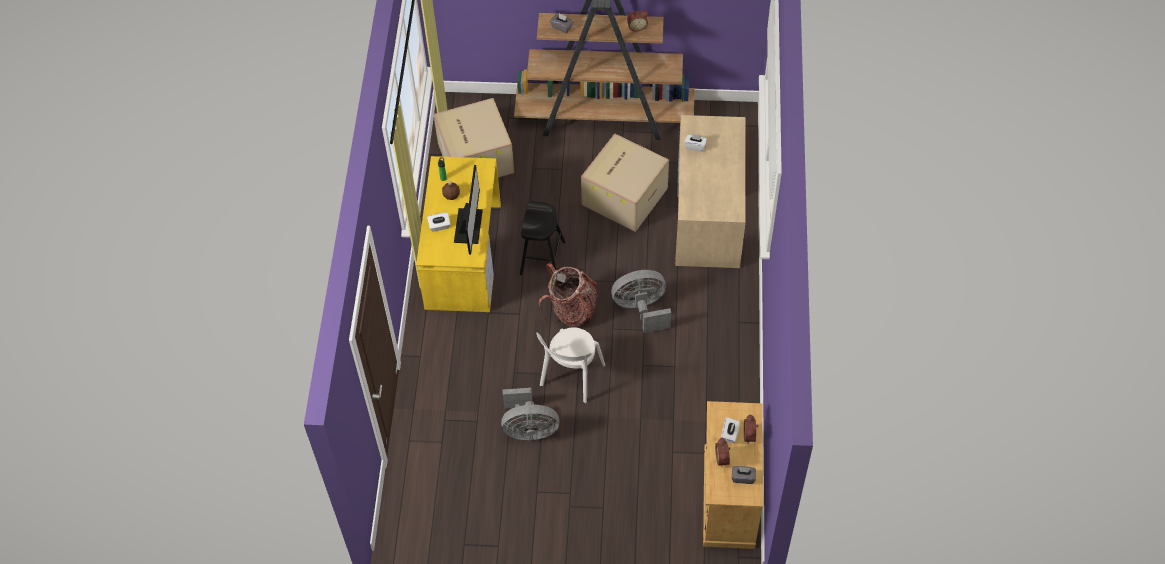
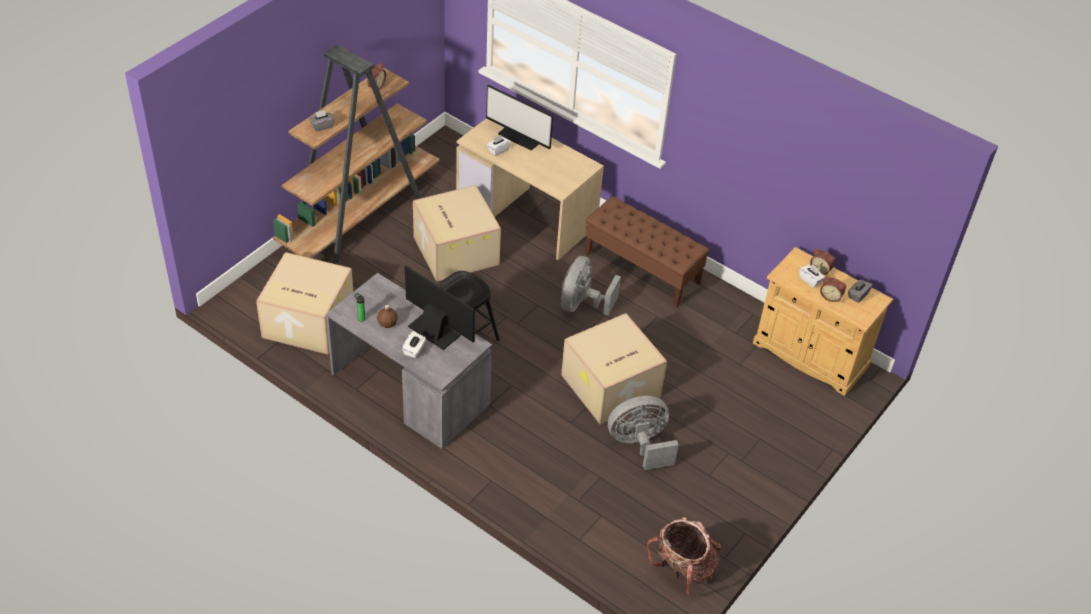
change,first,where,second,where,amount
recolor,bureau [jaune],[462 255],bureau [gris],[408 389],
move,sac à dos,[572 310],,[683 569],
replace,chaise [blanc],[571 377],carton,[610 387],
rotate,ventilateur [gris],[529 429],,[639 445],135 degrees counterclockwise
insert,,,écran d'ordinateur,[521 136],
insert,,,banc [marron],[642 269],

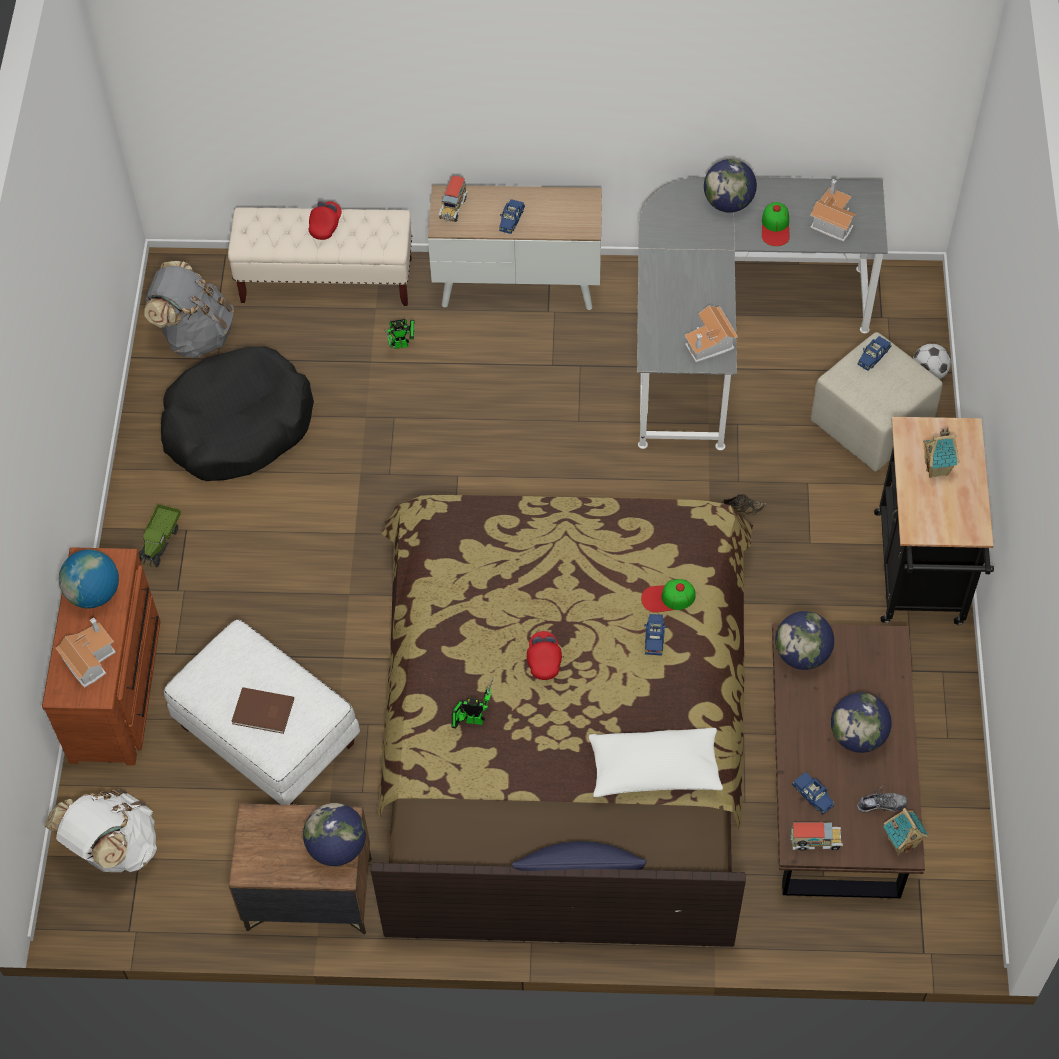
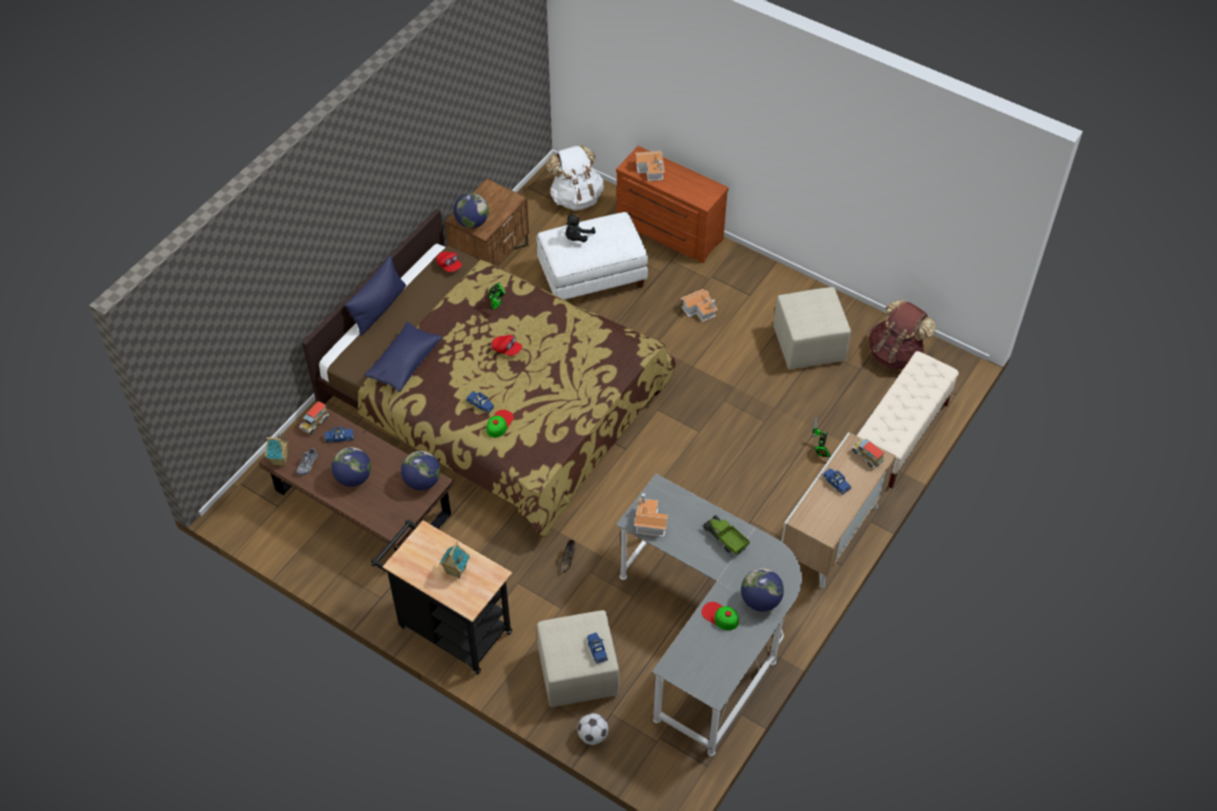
change,first,where,second,where,amount
move,maison miniature,[831 220],,[700 310],
move,casquette [rouge],[325 225],,[449 266],
recolor,sac à dos [gris],[196 334],sac à dos [marron],[895 354],
replace,panier pour chien [noir],[237 426],pouf [beige],[809 345],
move,camion jouet,[160 541],,[725 539],
delete,globe,[94 594],,,
replace,livre [marron],[263 713],peluche [noir],[577 237],
recolor,coussin [blanc],[654 770],coussin [bleu],[404 363],

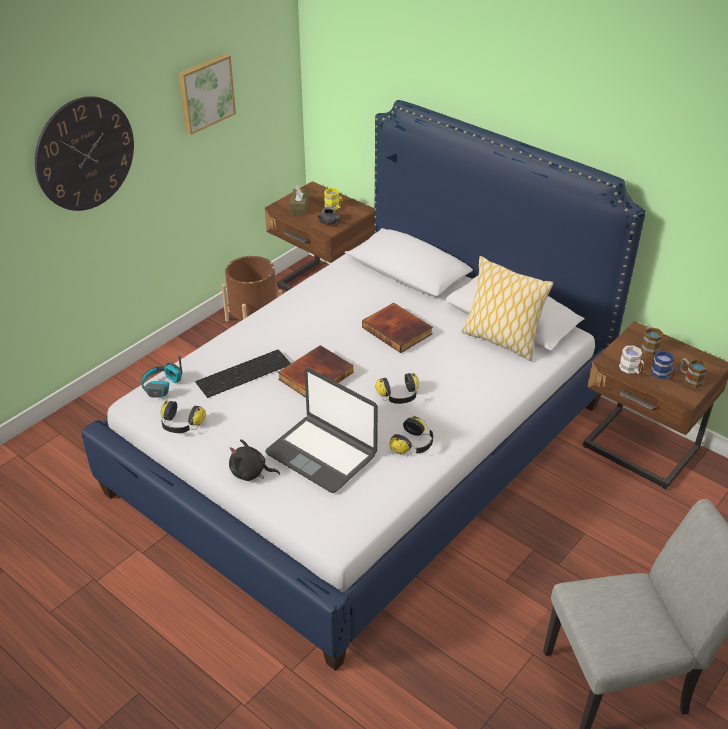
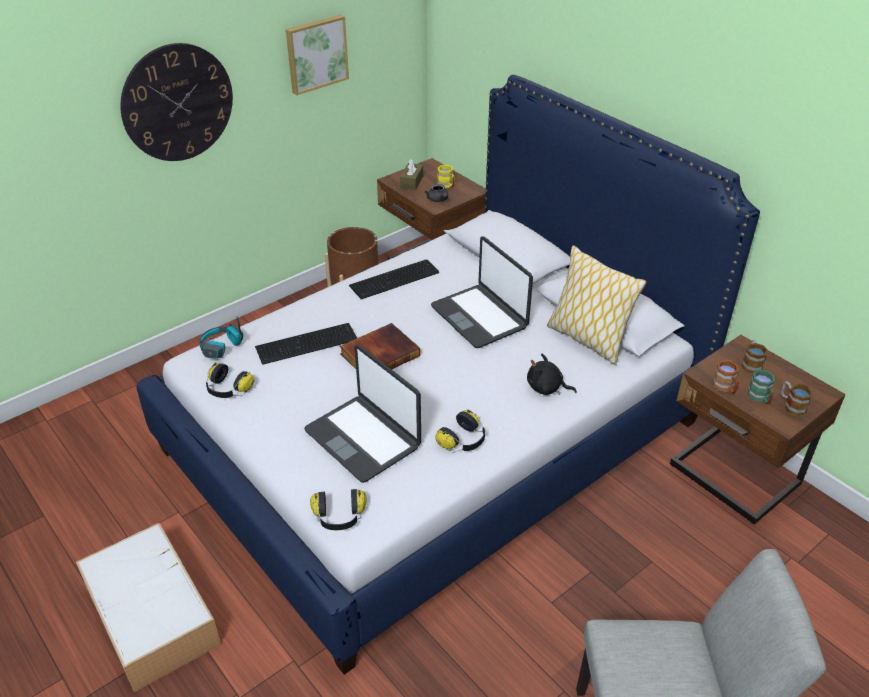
change,first,where,second,where,amount
replace,livre,[398 330],ordinateur portable,[480 317],
recolor,mug [blanc],[631 370],mug [marron],[725 387],
recolor,mug [bleu],[662 375],mug [vert],[760 398],
move,casque audio,[399 396],,[339 517],
move,peluche [noir],[250 473],,[546 388],
insert,,,clavier,[396 279],
insert,,,boîte de rangement,[150 613],

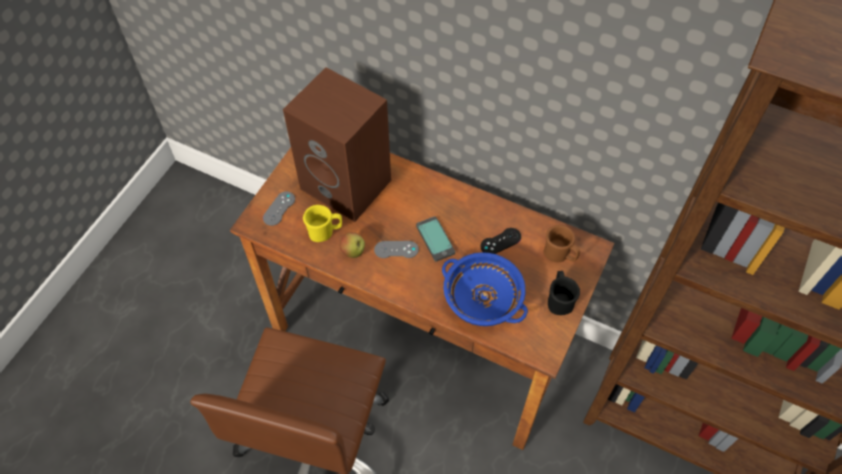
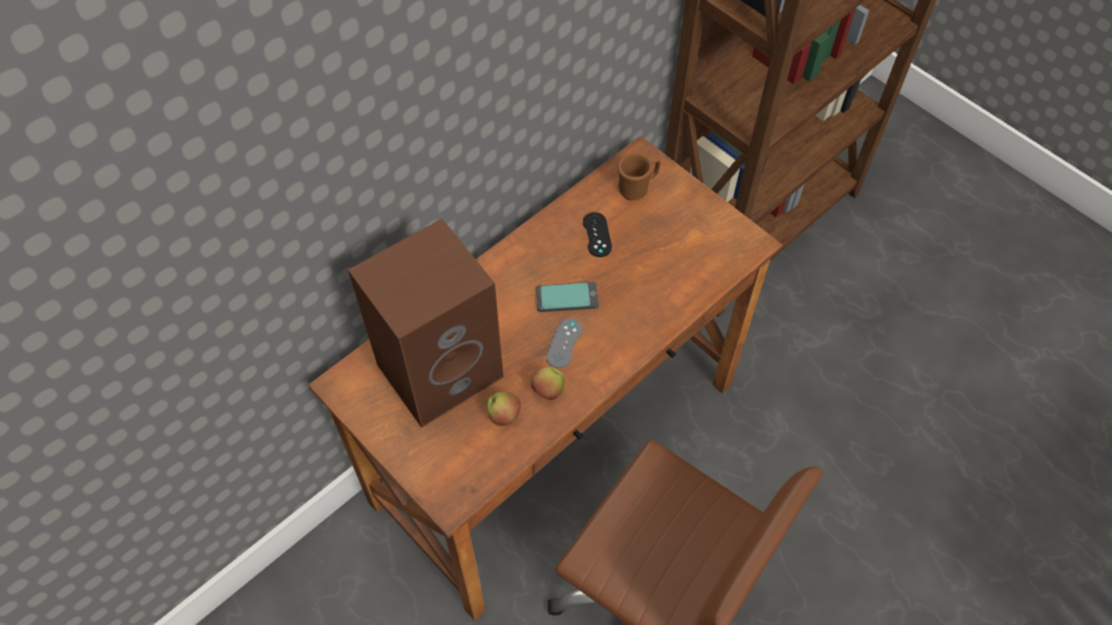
change,first,where,second,where,amount
delete,manette [gris],[279 208],,,
replace,mug [jaune],[325 232],pomme,[504 416],
delete,bol [bleu],[482 299],,,
delete,mug [noir],[559 300],,,

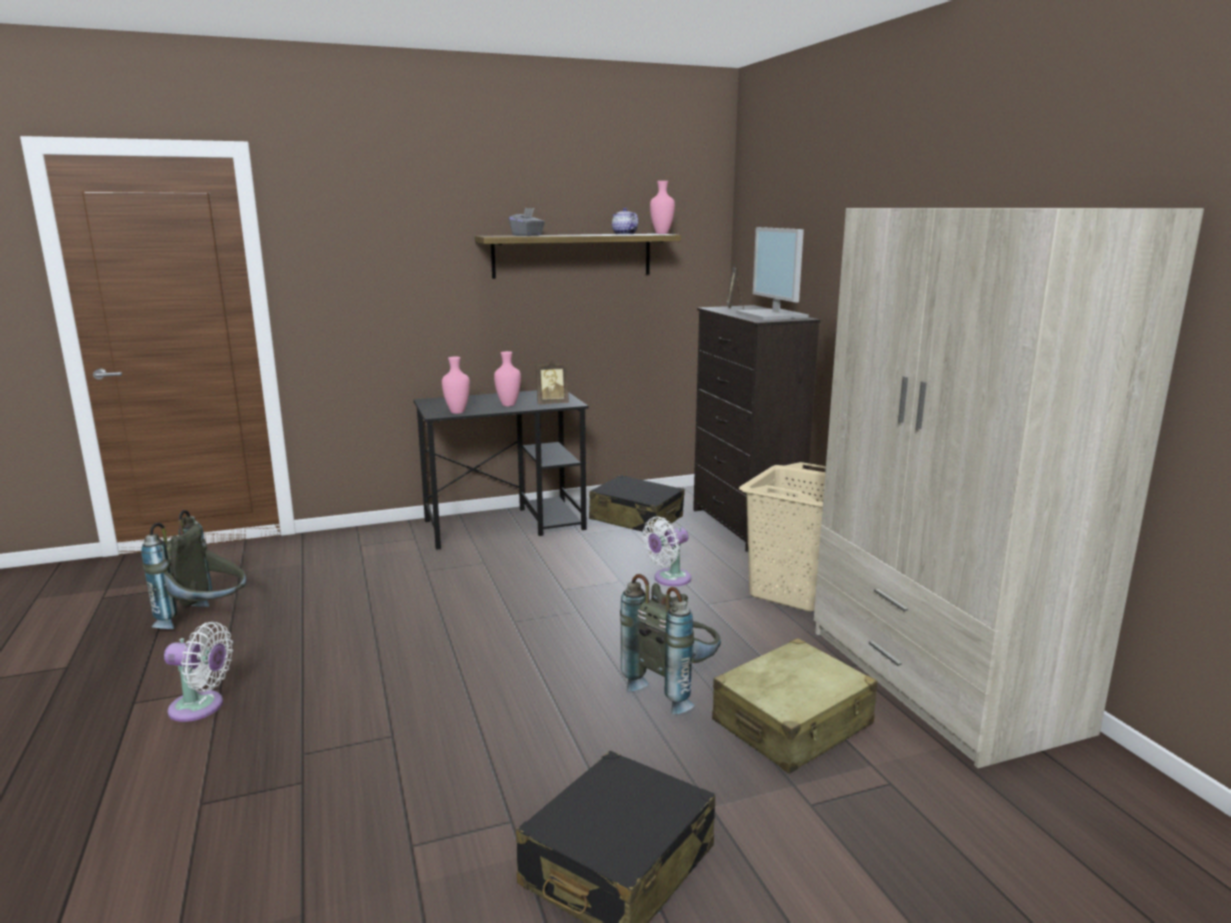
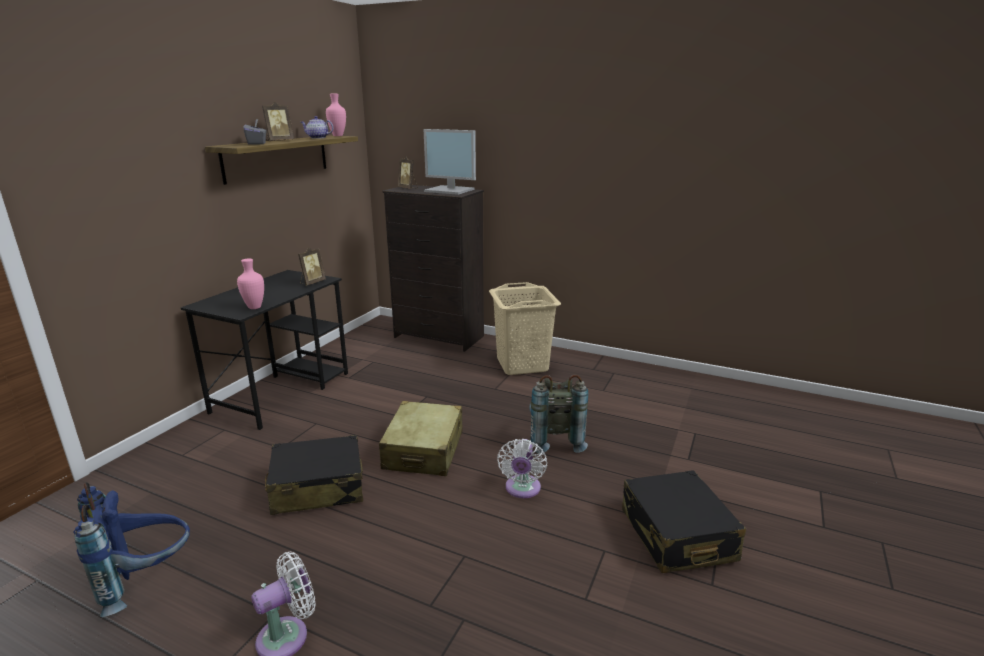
change,first,where,second,where,amount
delete,armoire [beige],[940 680],,,
delete,vase [rose],[508 405],,,
move,valise [noir],[636 519],,[317 487],
recolor,sac à dos [gris],[207 620],sac à dos [bleu],[146 580],
move,ventilateur [blanc],[669 579],,[522 489],
move,valise [beige],[792 724],,[424 450],
insert,,,cadre photo,[279 141],

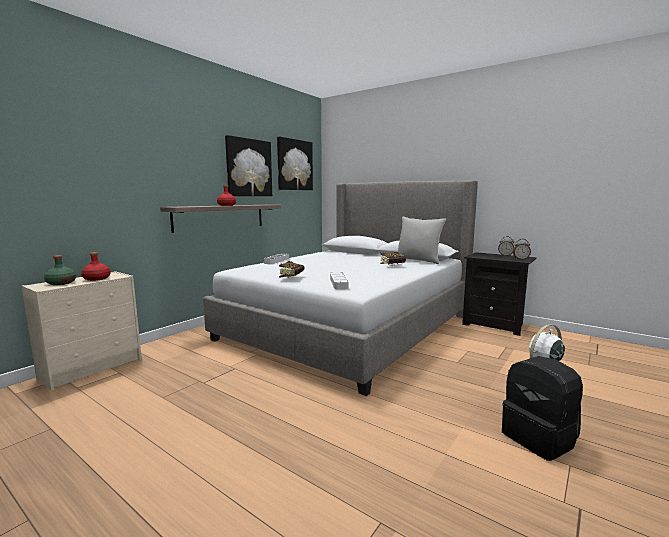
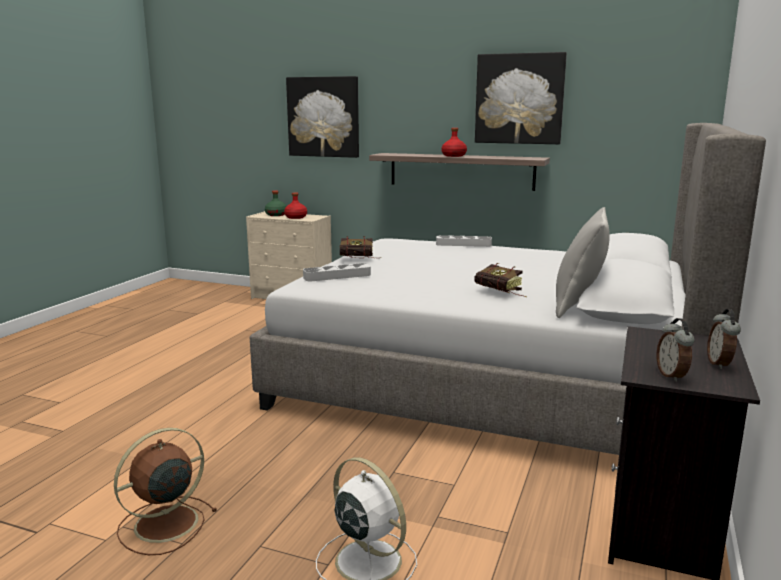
change,first,where,second,where,amount
move,tableau,[294 165],,[323 117],
replace,sac à dos [noir],[539 438],ventilateur [marron],[163 525],

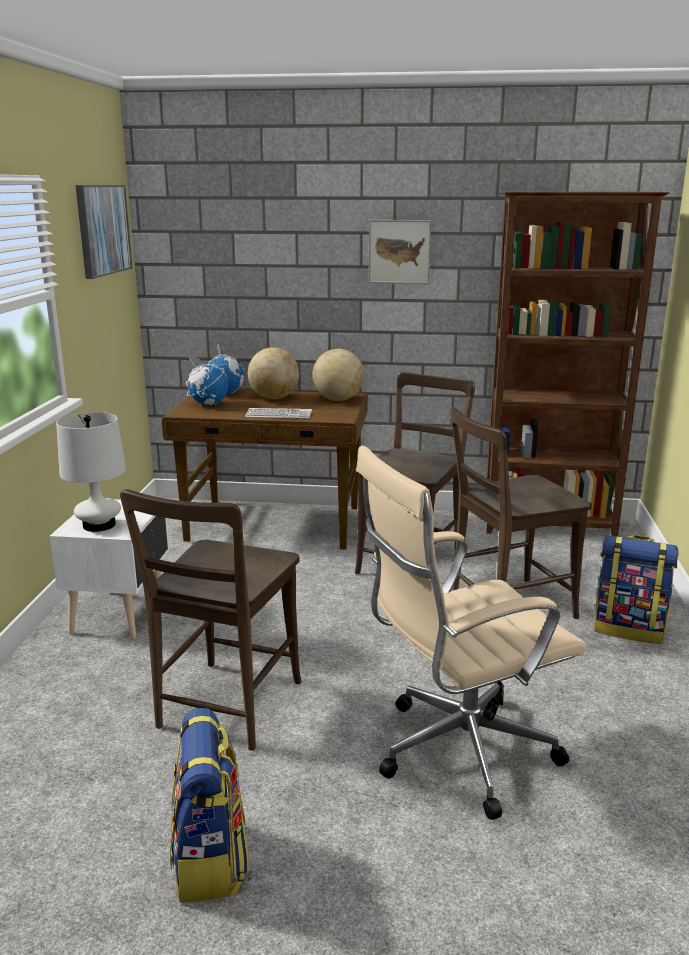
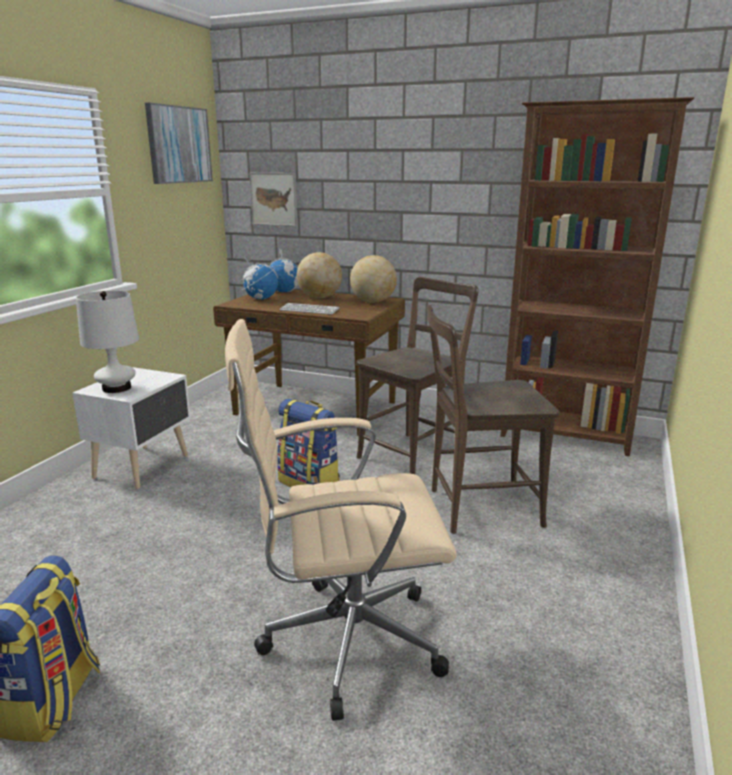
change,first,where,second,where,amount
move,tableau,[399 252],,[273 199],
delete,chaise [marron],[226 709],,,
move,sac à dos,[629 629],,[310 483],

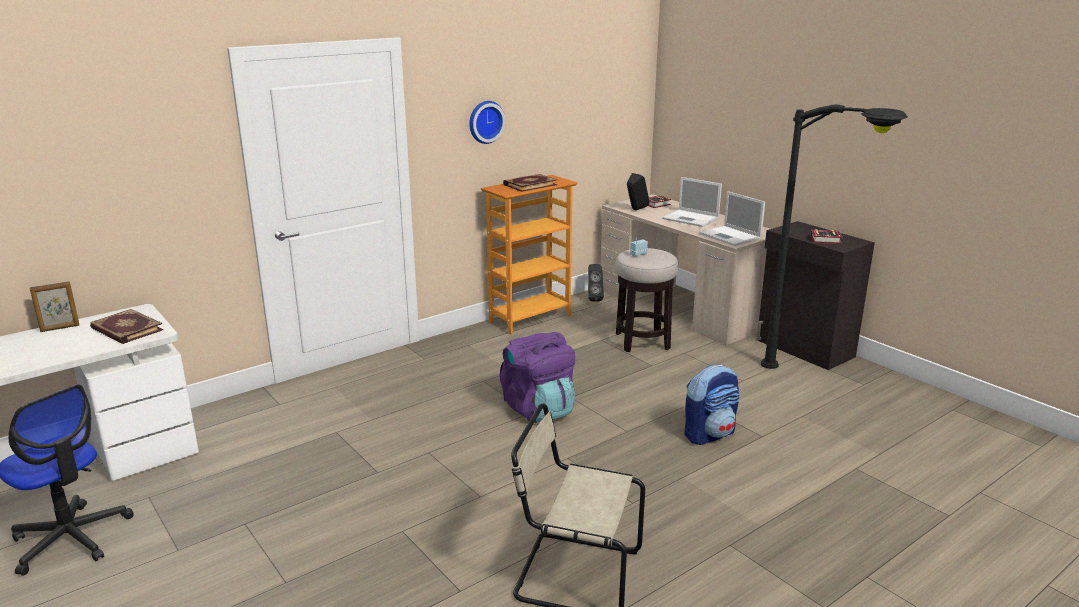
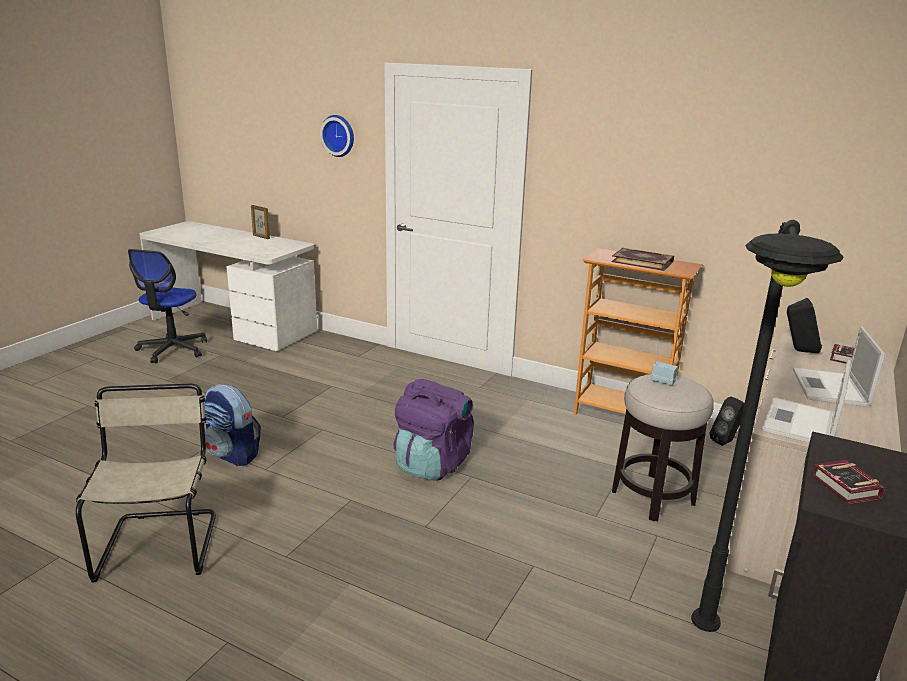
change,first,where,second,where,amount
move,horloge murale,[485 121],,[339 135],
delete,livre,[126 330],,,
move,sac à dos,[709 434],,[233 454],

